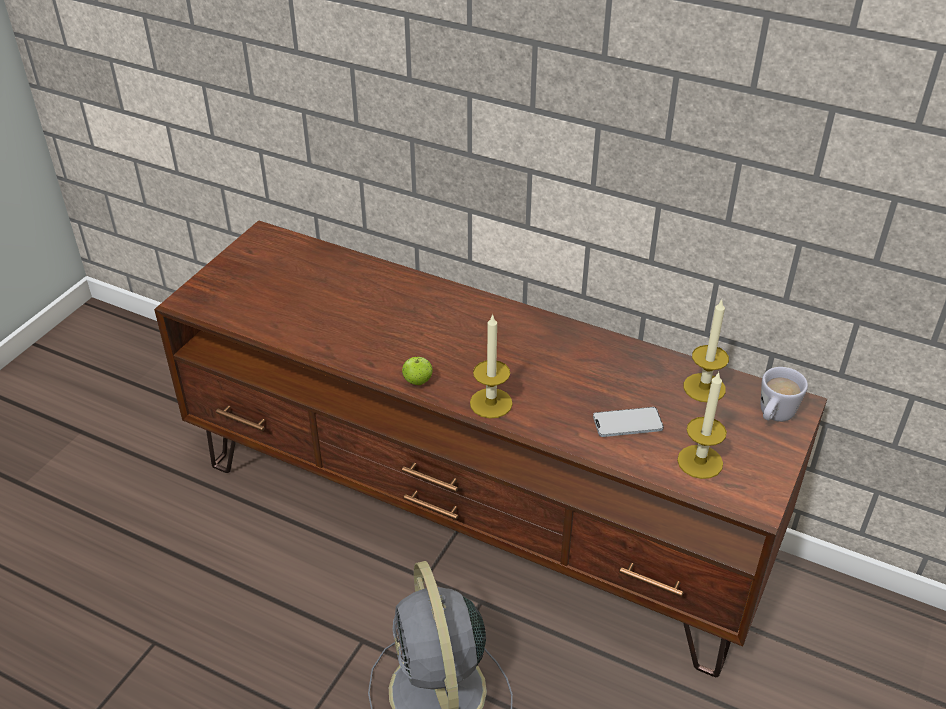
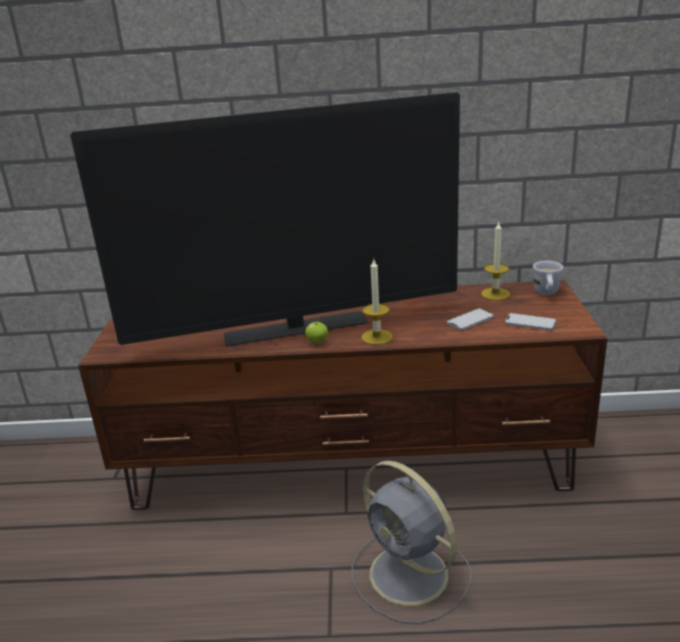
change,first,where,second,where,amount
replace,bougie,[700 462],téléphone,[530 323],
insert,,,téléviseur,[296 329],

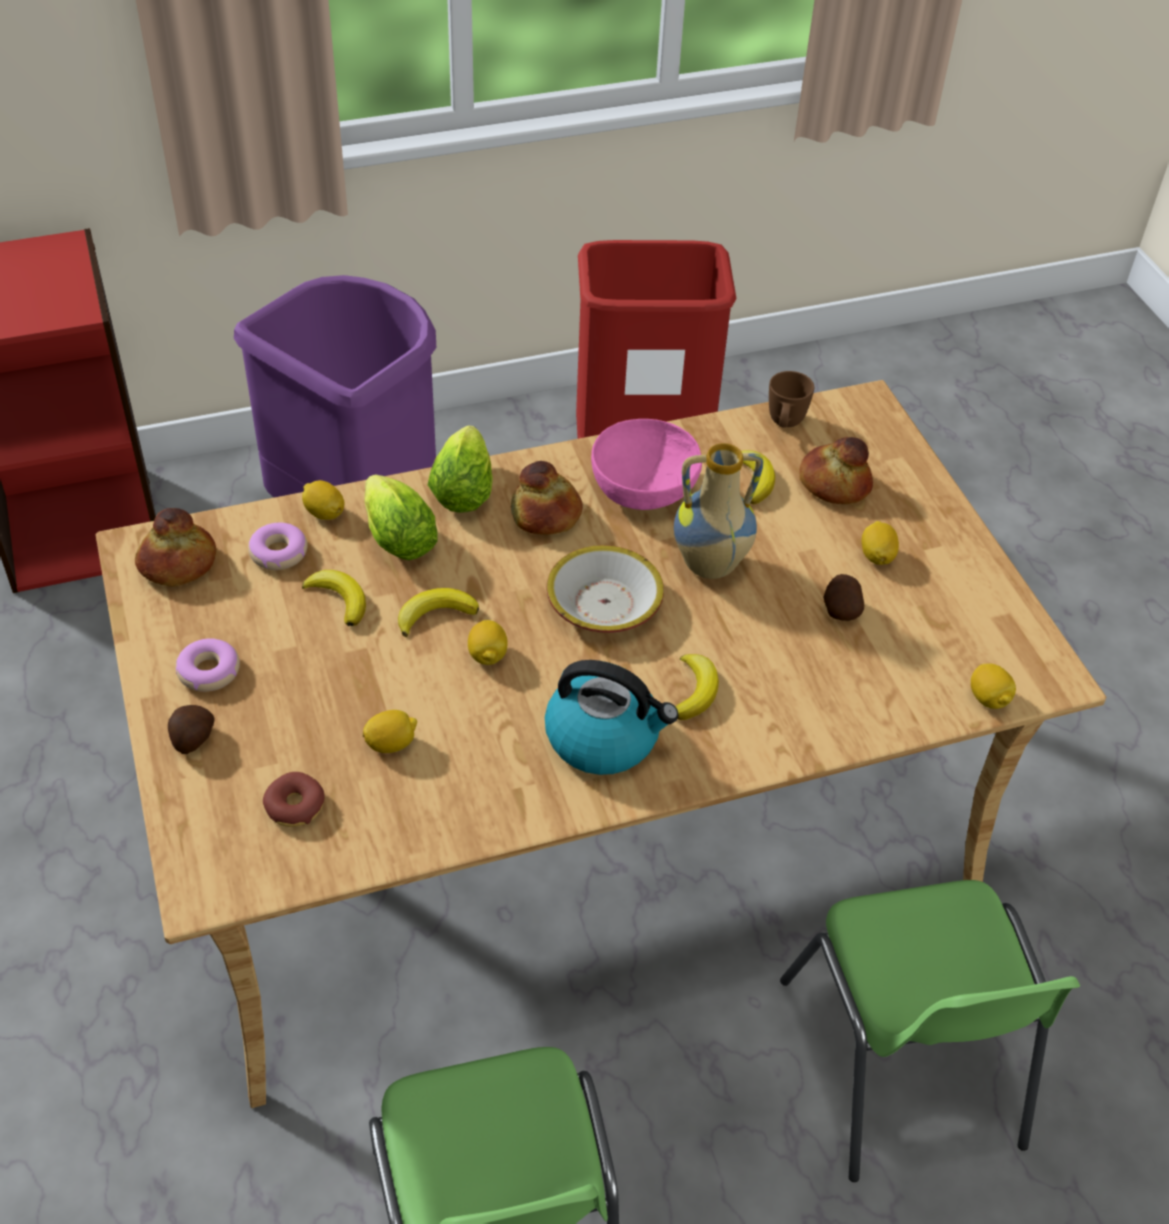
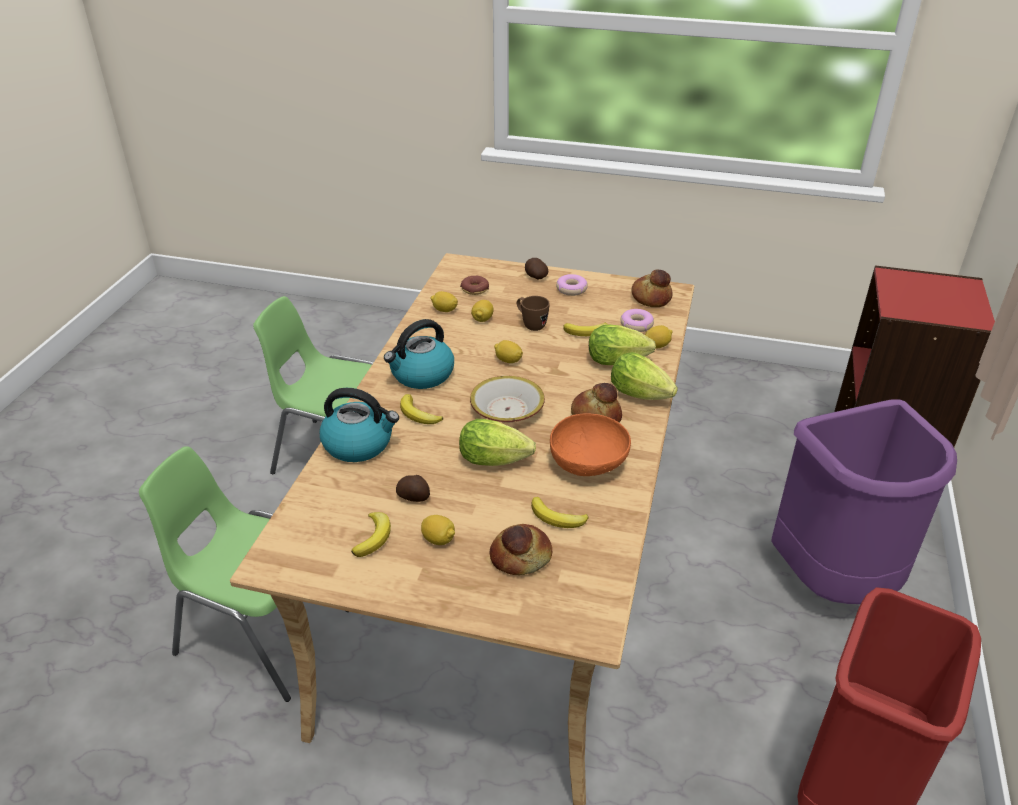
change,first,where,second,where,amount
move,mug [marron],[784 425],,[531 325],
recolor,bol [rose],[643 488],bol [orange],[588 464],
replace,vase,[709 566],laitue,[498 460],
move,banane,[435 614],,[373 537],
move,citron,[988 699],,[444 310],
insert,,,bouilloire,[359 444],

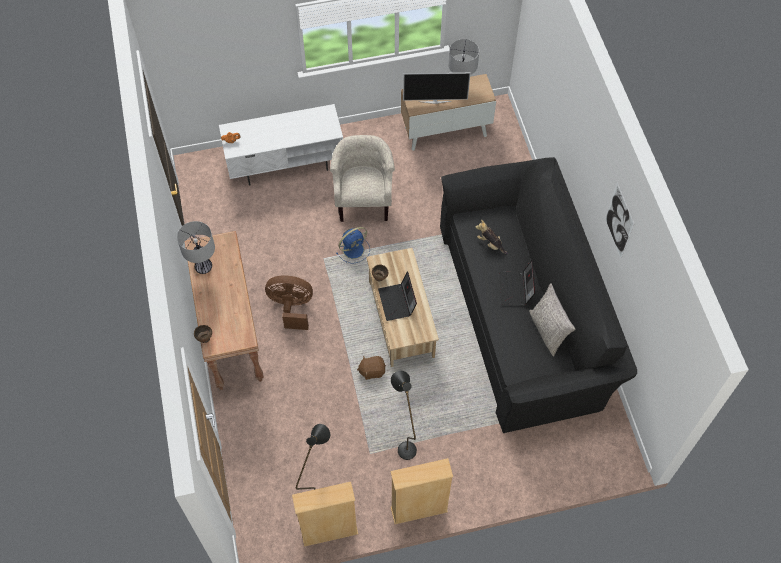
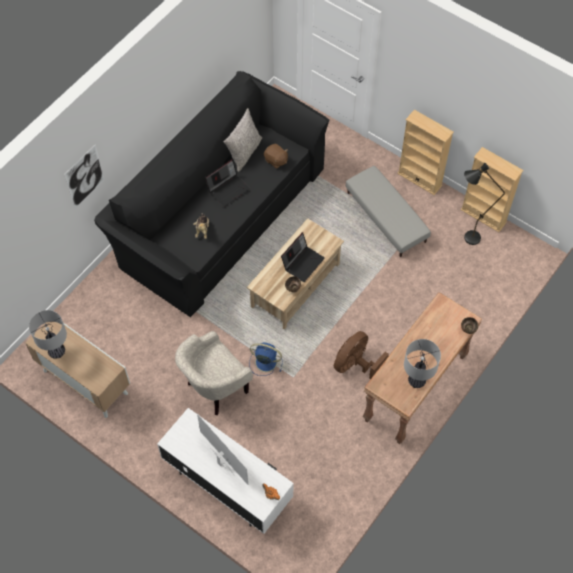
change,first,where,second,where,amount
move,téléviseur,[435 101],,[221 462],
move,tableau,[619 221],,[84 176],
rotate,ventilateur [marron],[291 307],,[355 364],75 degrees clockwise
move,peluche [marron],[372 371],,[276 160],
replace,lampadaire [noir],[404 444],pouf [gris],[386 217],

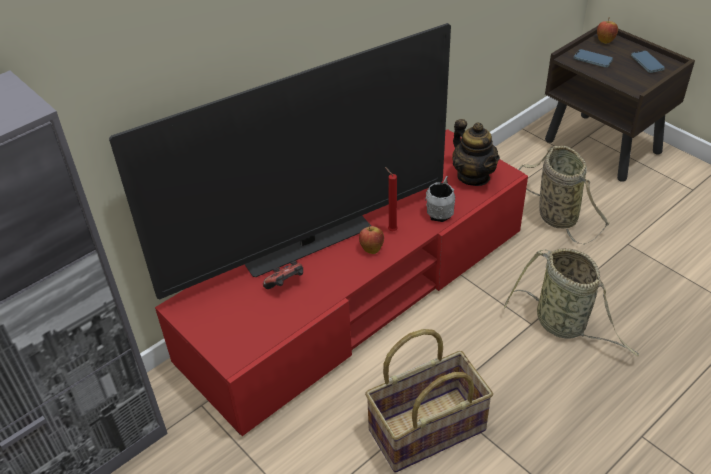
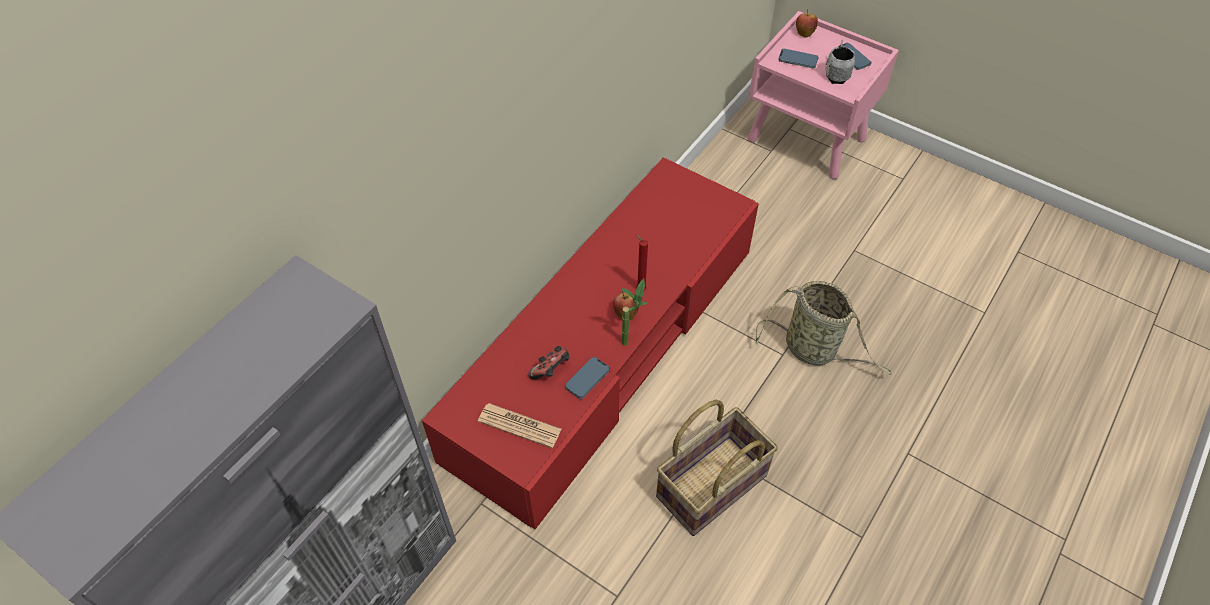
change,first,where,second,where,amount
delete,téléviseur,[308 245],,,
recolor,table de chevet [marron],[603 147],table de chevet [rose],[808 140],
delete,théière,[473 176],,,
delete,panier,[555 214],,,
move,mug [gris],[440 211],,[836 74],
insert,,,plante en pot,[630 340],
insert,,,téléphone,[587 379],
insert,,,journal,[519 425],

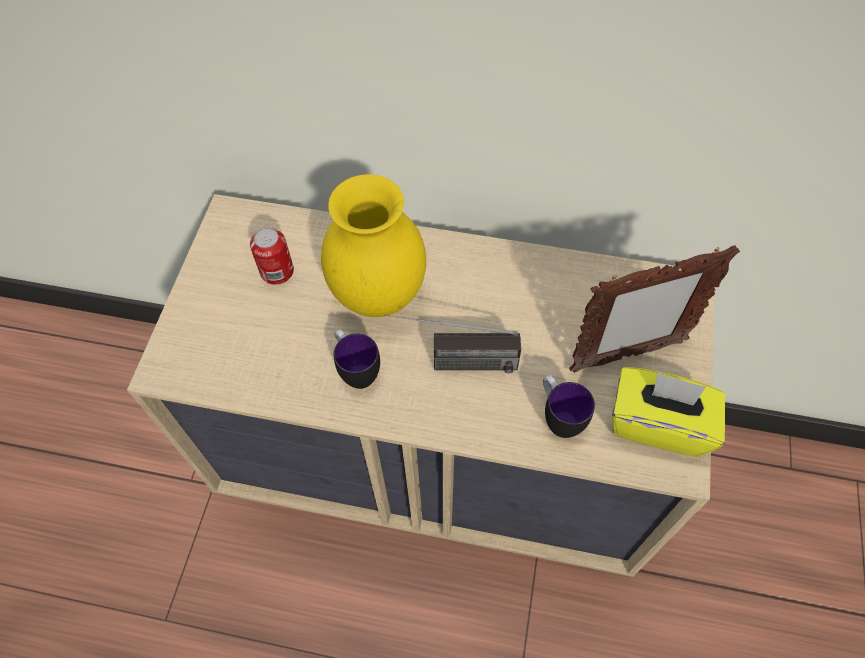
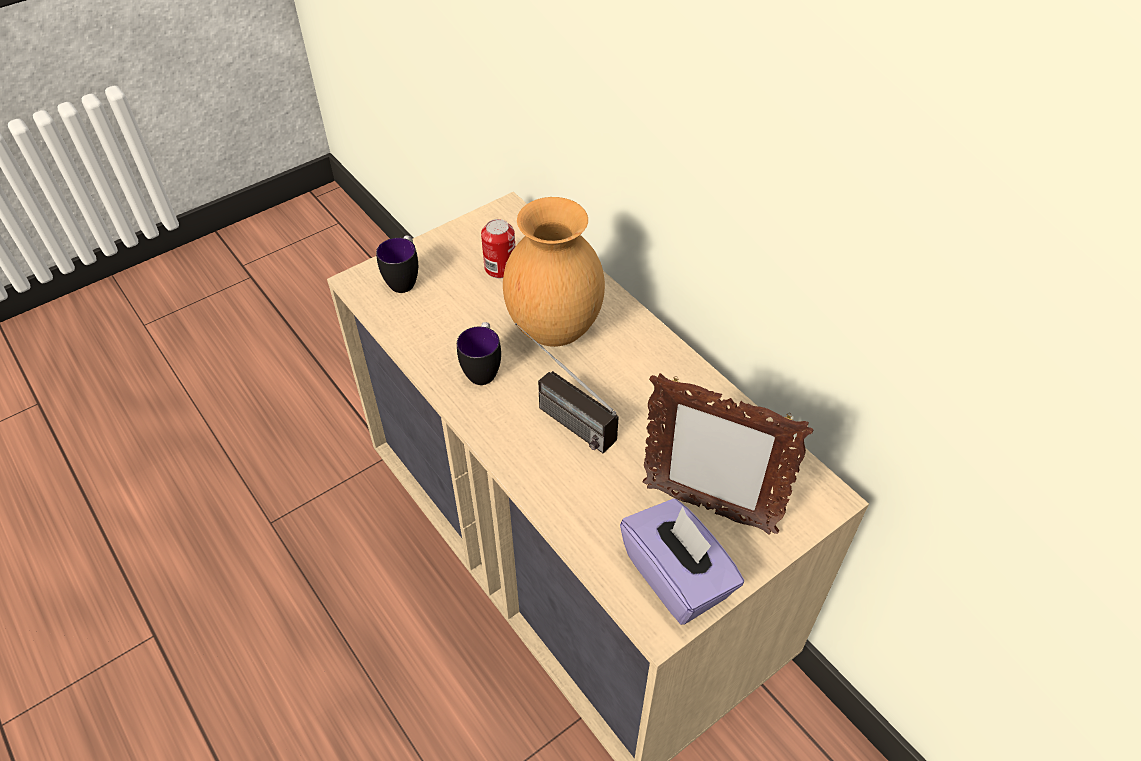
change,first,where,second,where,amount
recolor,vase [jaune],[379 294],vase [marron],[555 330],
recolor,boîte à mouchoirs [jaune],[658 423],boîte à mouchoirs [violet],[677 577],
move,mug,[558 417],,[405 279],

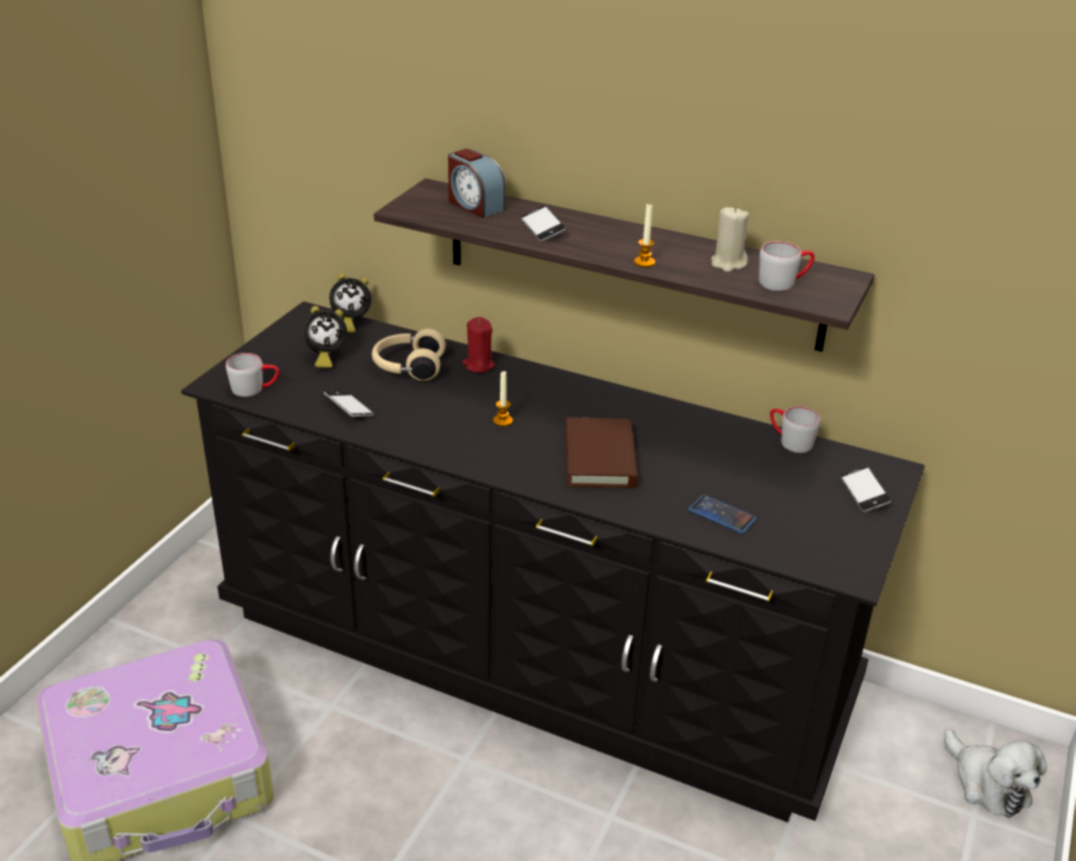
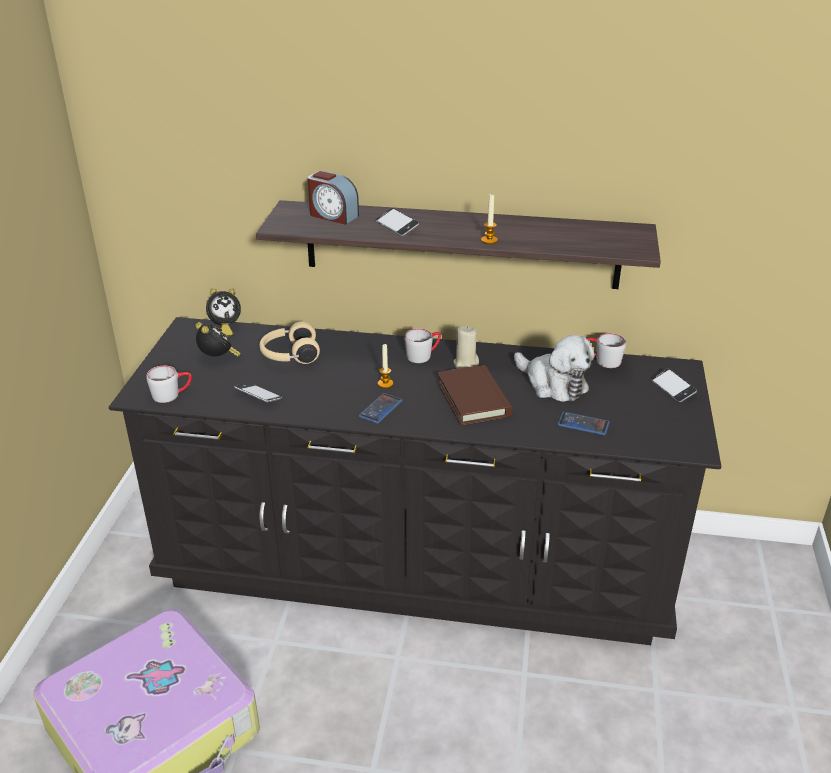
change,first,where,second,where,amount
move,bougie [beige],[728 263],,[466 364],
move,mug [gris],[784 282],,[423 355],
rotate,réveil,[325 358],,[218 359],90 degrees counterclockwise
delete,bougie [rouge],[478 365],,,
move,peluche,[987 784],,[553 384],
insert,,,téléphone,[380 409],

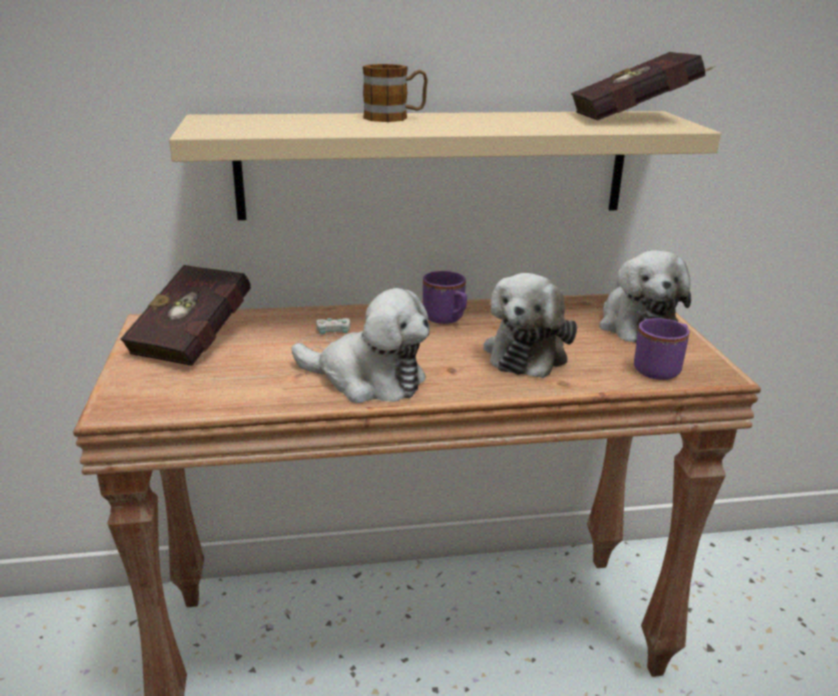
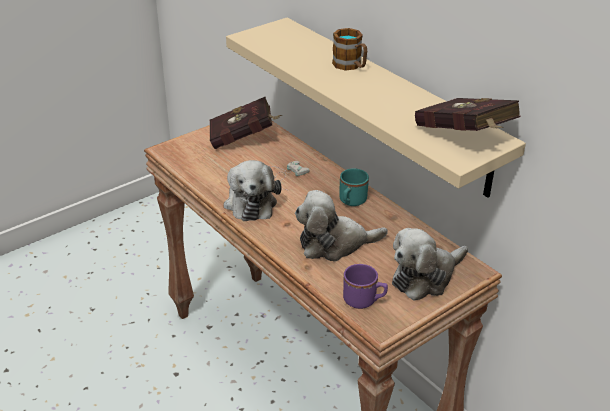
change,first,where,second,where,amount
recolor,mug [violet],[447 319],mug [turquoise],[351 202],

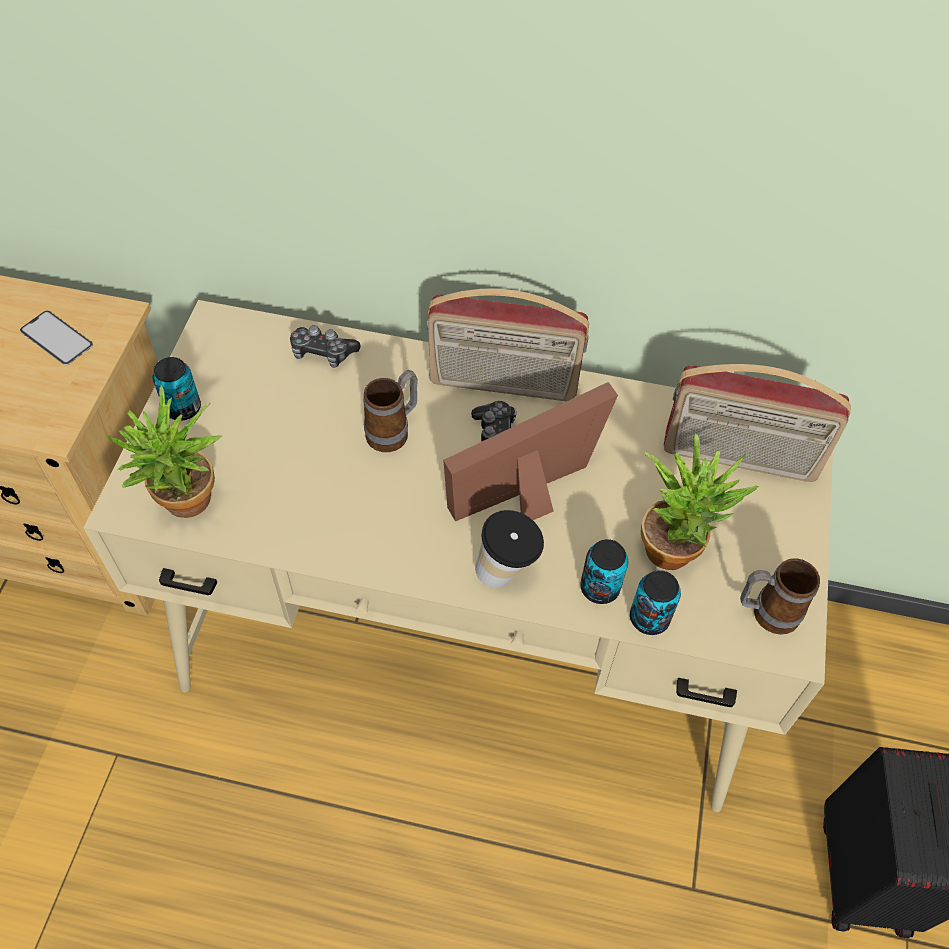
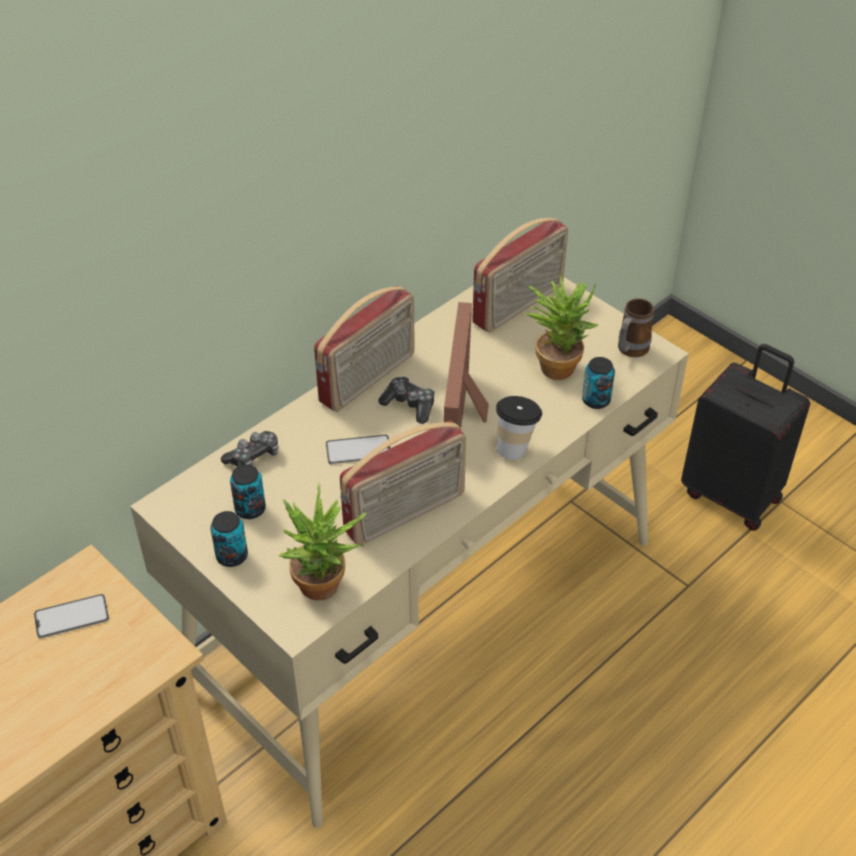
change,first,where,second,where,amount
replace,mug,[394 431],téléphone,[358 450],
move,boîte métallique,[599 588],,[250 509],
insert,,,radio,[406 514],

